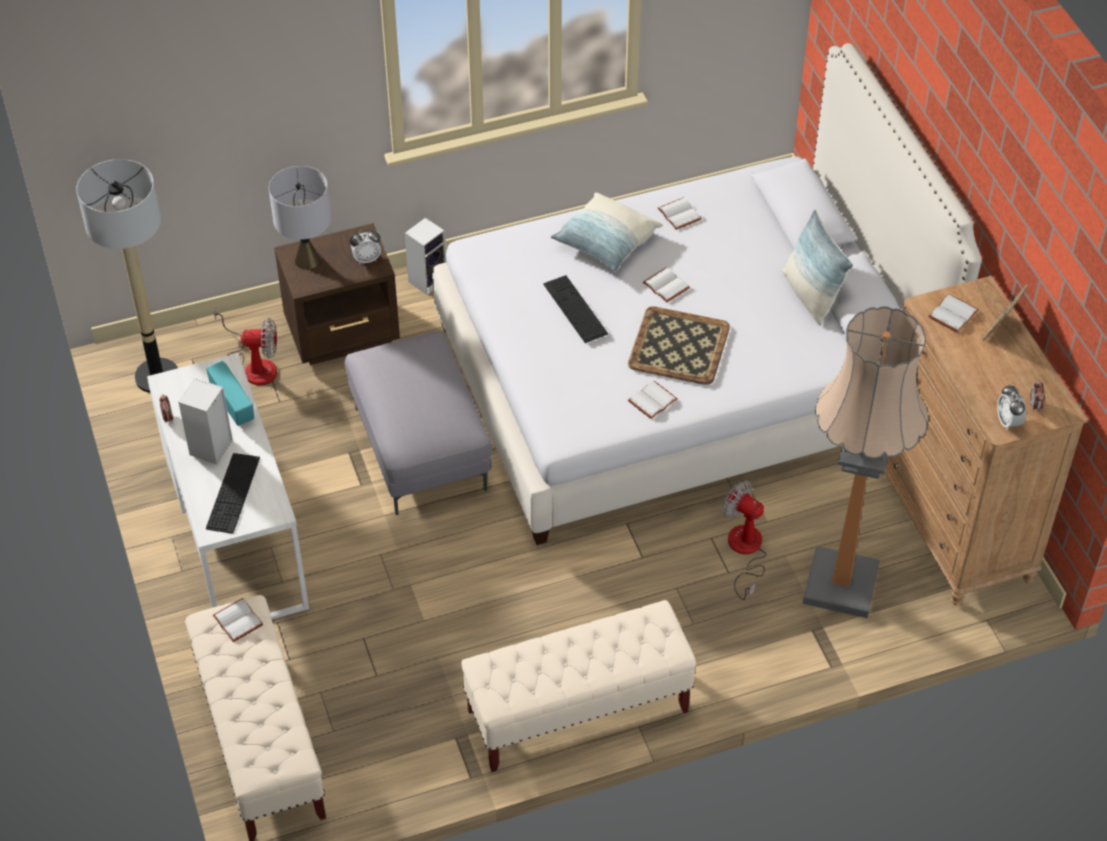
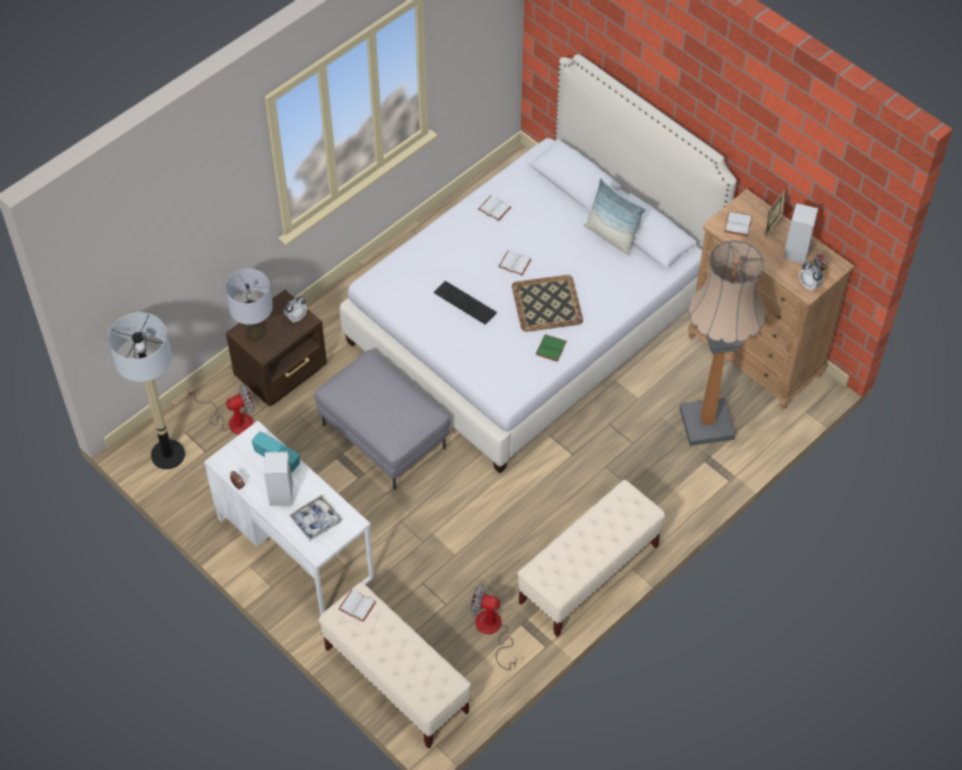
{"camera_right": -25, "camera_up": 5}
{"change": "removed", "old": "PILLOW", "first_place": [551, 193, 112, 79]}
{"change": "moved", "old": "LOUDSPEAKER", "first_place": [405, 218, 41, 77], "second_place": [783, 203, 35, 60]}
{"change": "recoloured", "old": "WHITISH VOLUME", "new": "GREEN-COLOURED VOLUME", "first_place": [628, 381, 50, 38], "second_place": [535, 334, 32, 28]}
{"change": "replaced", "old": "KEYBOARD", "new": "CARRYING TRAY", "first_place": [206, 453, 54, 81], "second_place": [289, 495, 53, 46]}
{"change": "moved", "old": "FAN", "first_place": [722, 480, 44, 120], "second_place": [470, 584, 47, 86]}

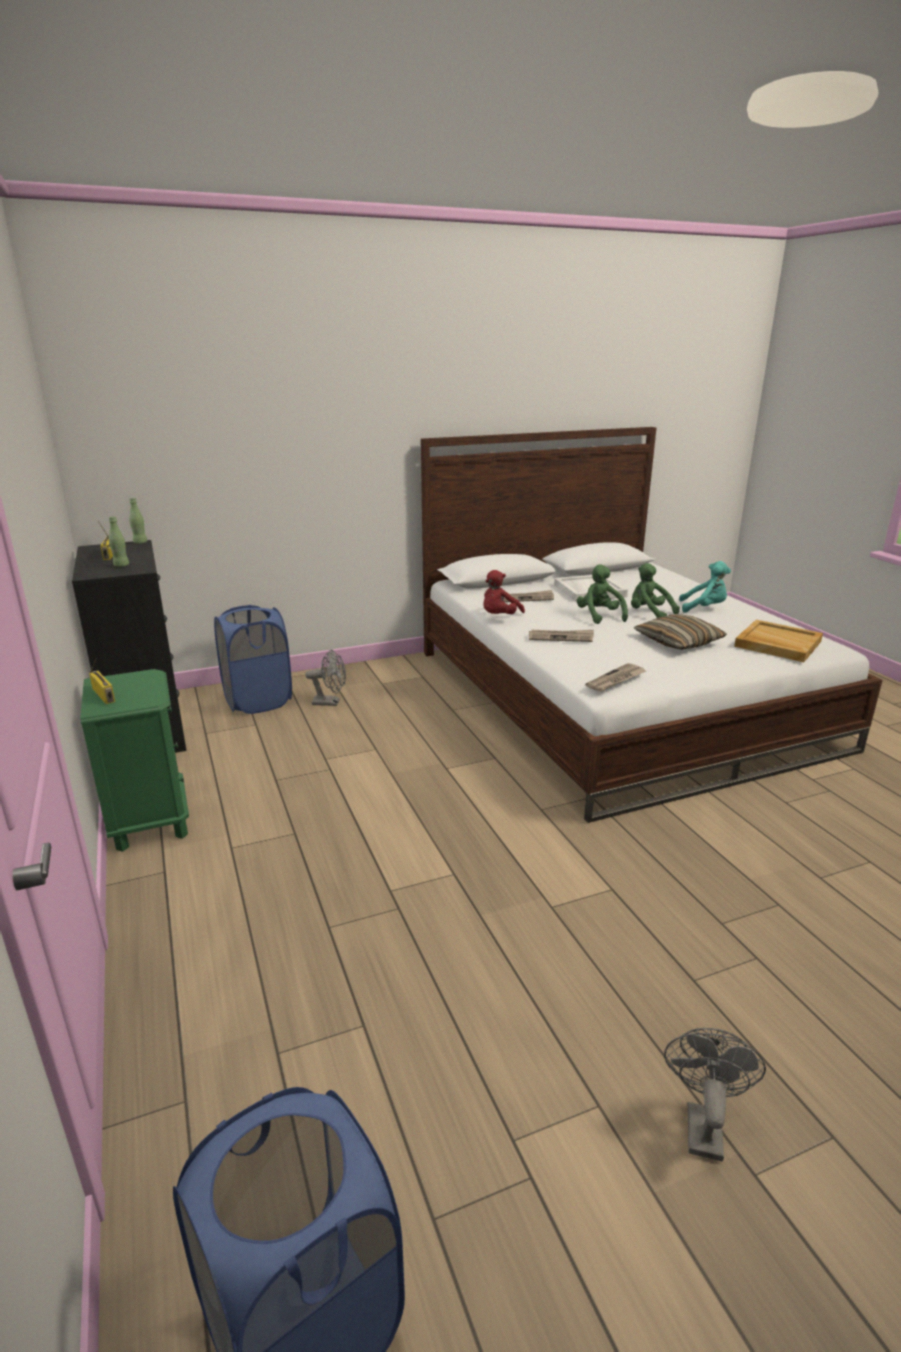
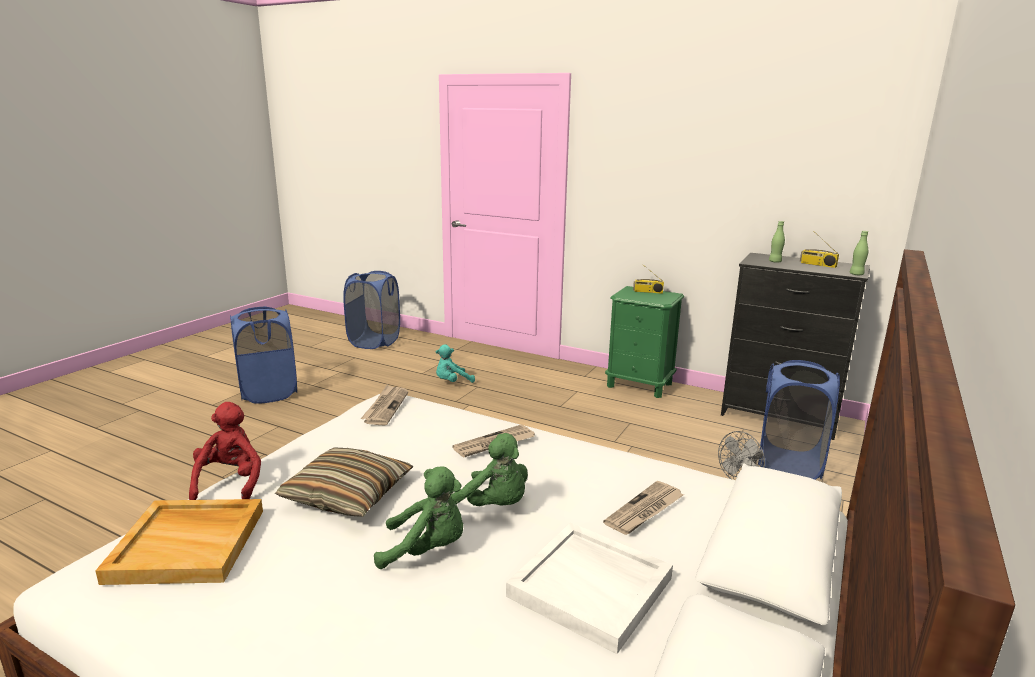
{"camera_right": 140, "camera_up": -5}
{"change": "moved", "old": "BLUE-GREEN SOFT TOY", "first_place": [679, 561, 52, 52], "second_place": [436, 344, 39, 39]}
{"change": "moved", "old": "RED-COLOURED SOFT TOY", "first_place": [483, 570, 42, 44], "second_place": [189, 402, 72, 98]}
{"change": "replaced", "old": "GREYISH FAN", "new": "BLUE-COLOURED WASHING BASKET", "first_place": [664, 1028, 102, 133], "second_place": [230, 306, 67, 98]}

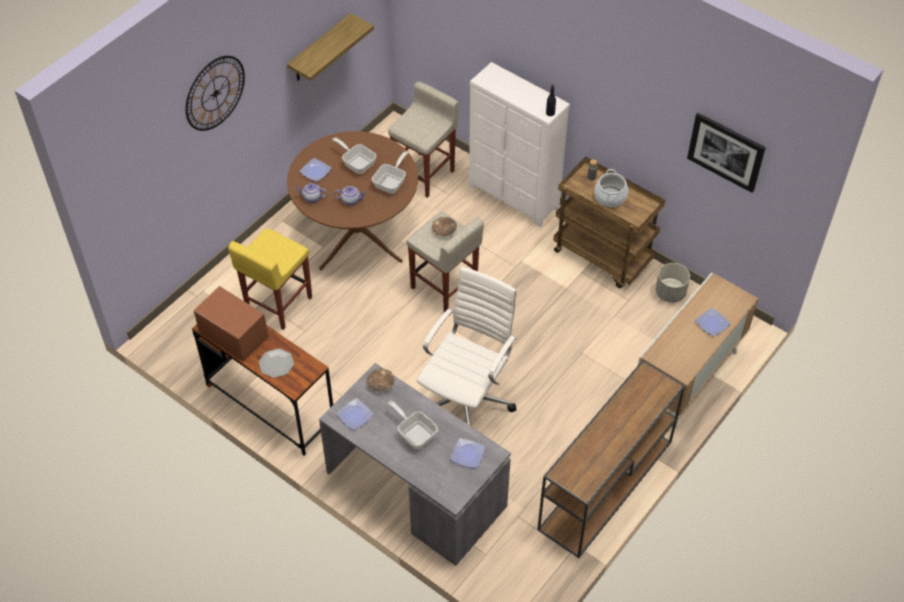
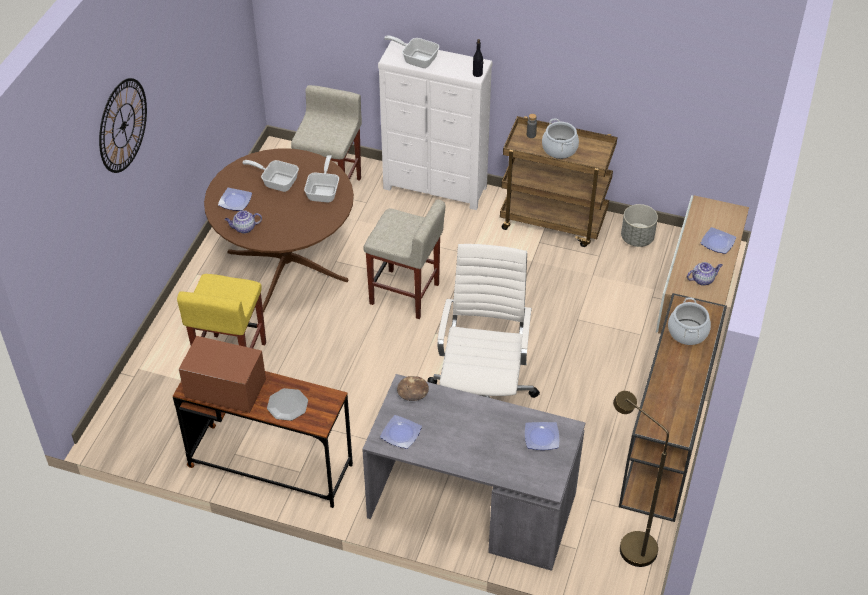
{"camera_right": -20, "camera_up": -5}
{"change": "removed", "old": "SHELF", "first_place": [287, 13, 87, 68]}
{"change": "removed", "old": "PICTURE", "first_place": [687, 113, 79, 80]}
{"change": "moved", "old": "TEA POT", "first_place": [334, 186, 32, 20], "second_place": [687, 262, 36, 24]}
{"change": "removed", "old": "BROWN-COLOURED SERVING BOWL", "first_place": [432, 217, 25, 19]}
{"change": "moved", "old": "PAN", "first_place": [388, 401, 50, 48], "second_place": [384, 35, 55, 33]}
{"change": "added", "new": "STOCKPOT", "second_place": [668, 297, 43, 48]}
{"change": "added", "new": "BROWN-COLOURED STANDING LAMP", "second_place": [613, 391, 56, 176]}

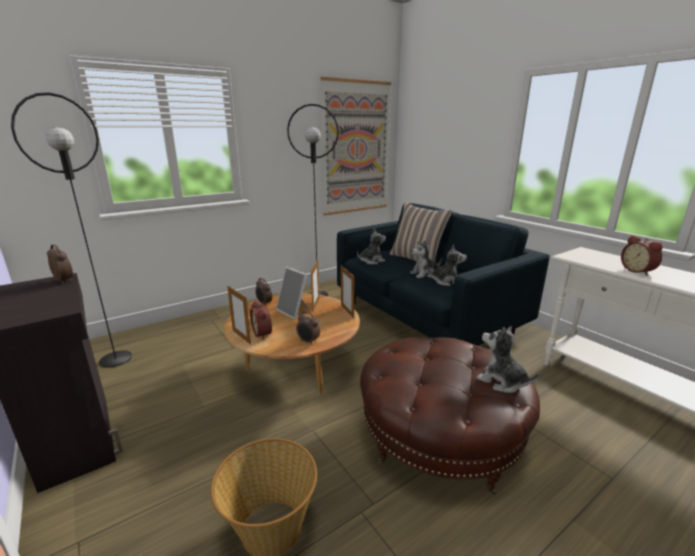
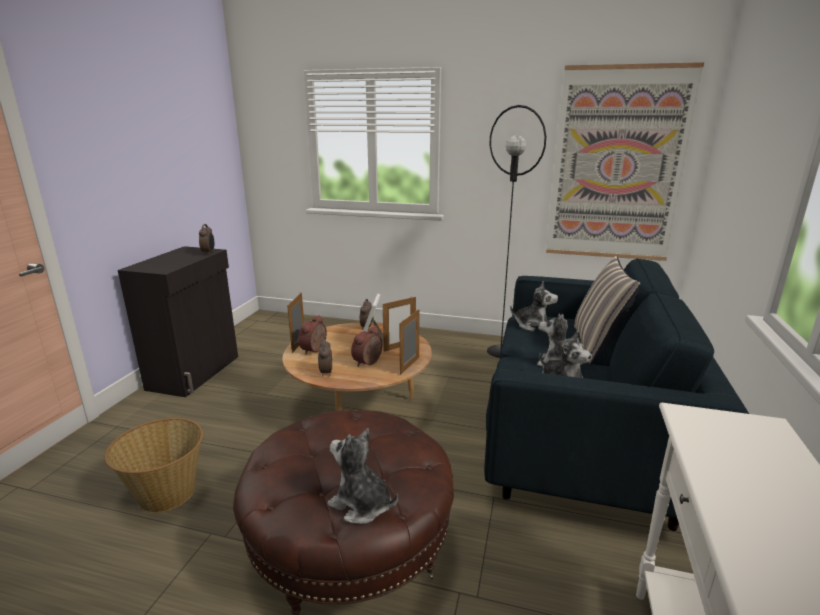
{"camera_right": 50, "camera_up": 0}
{"change": "removed", "old": "BLACKISH STANDING LAMP", "first_place": [11, 92, 121, 276]}
{"change": "moved", "old": "BEDSIDE CLOCK", "first_place": [621, 235, 42, 41], "second_place": [351, 326, 31, 40]}
{"change": "turned", "old": "SOFT TOY", "first_place": [476, 326, 64, 67], "second_place": [328, 428, 70, 96], "degrees": -60}

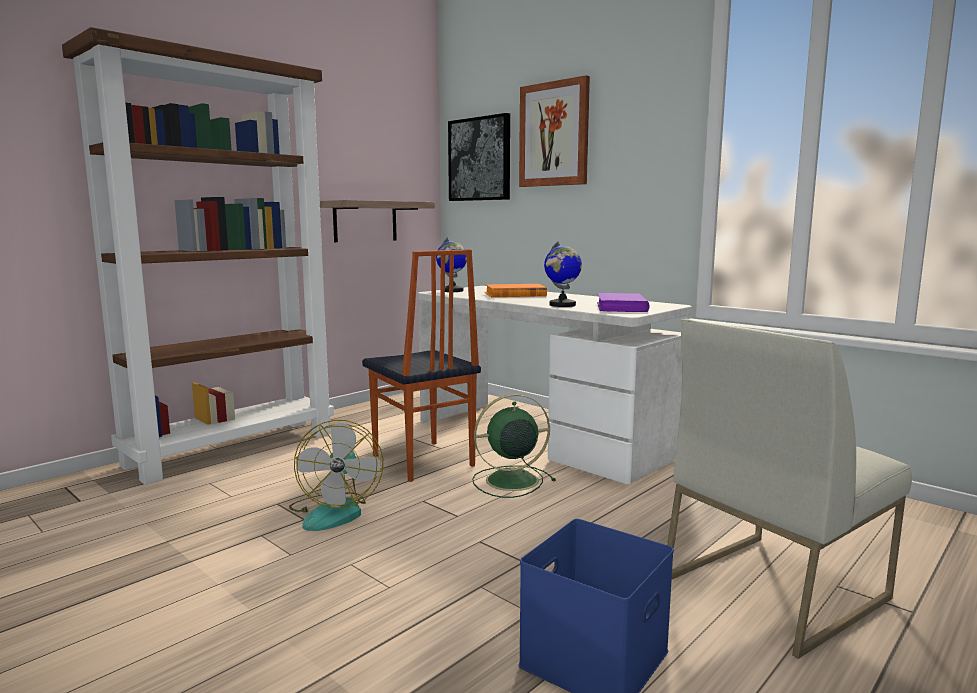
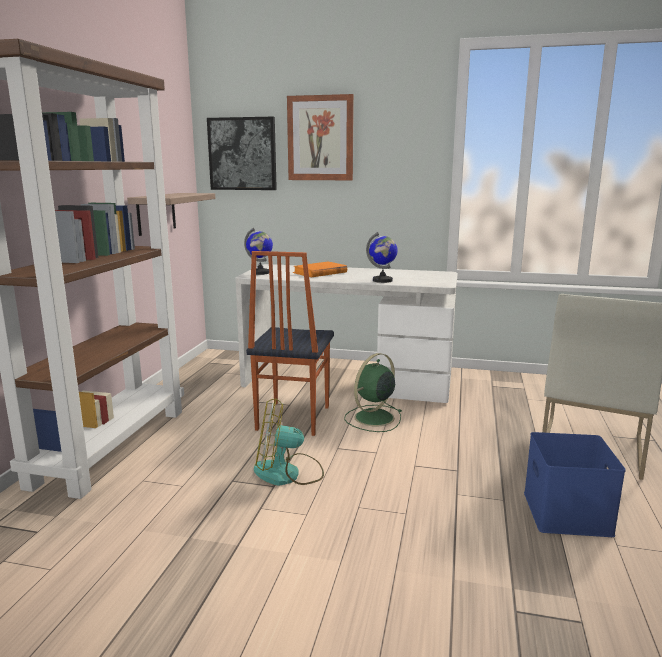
{"camera_right": -30, "camera_up": 5}
{"change": "turned", "old": "UPRIGHT CHAIR", "first_place": [362, 249, 119, 233], "second_place": [246, 251, 88, 185], "degrees": 75}
{"change": "removed", "old": "PURPLE-COLOURED VOLUME", "first_place": [597, 293, 53, 19]}
{"change": "turned", "old": "FAN", "first_place": [289, 420, 94, 111], "second_place": [254, 398, 70, 88], "degrees": 120}

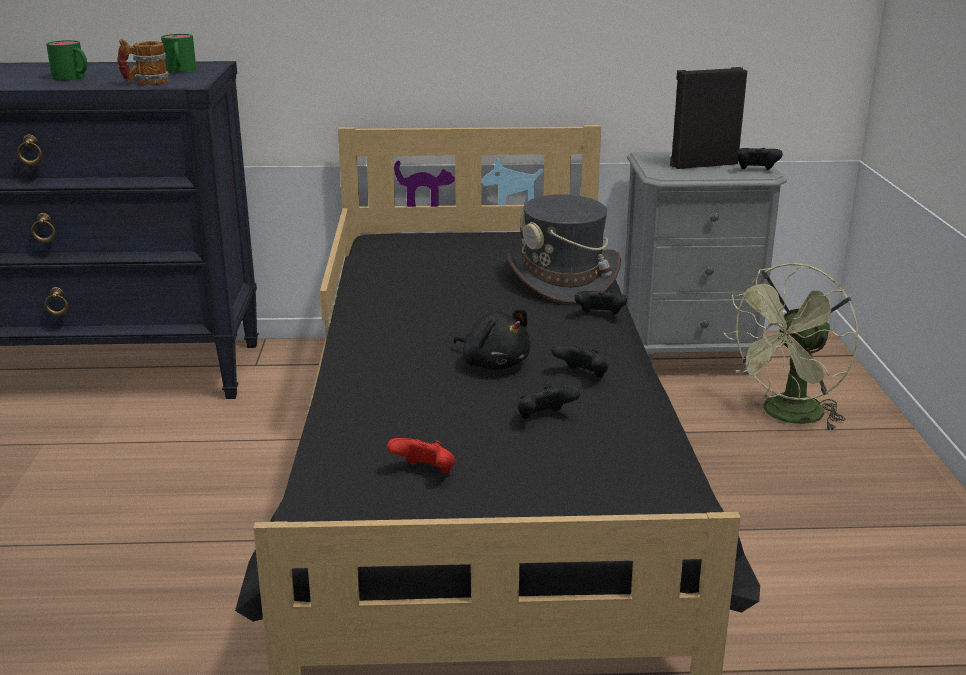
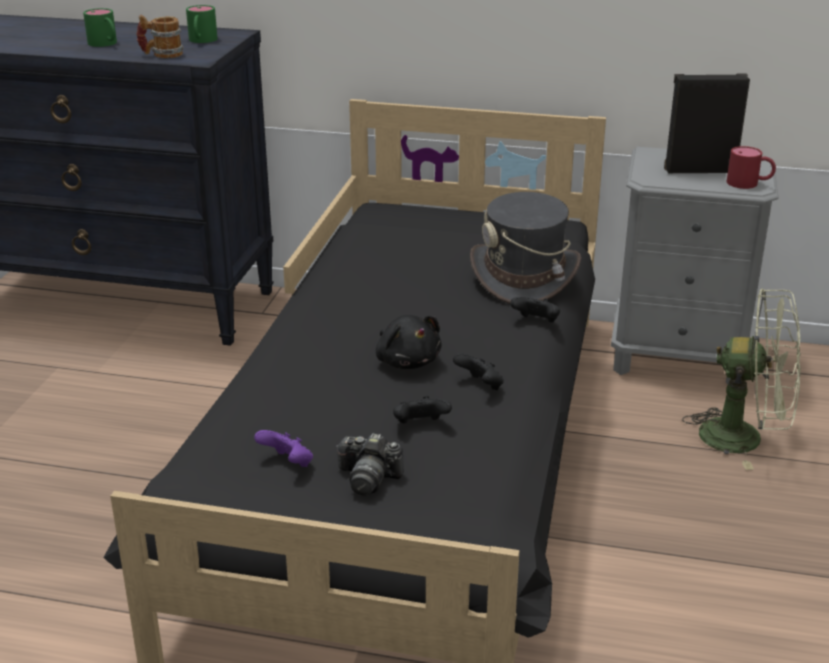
{"camera_right": 15, "camera_up": 5}
{"change": "replaced", "old": "BLACKISH GAME CONTROLLER", "new": "RED-COLOURED COFFEE MUG", "first_place": [736, 148, 47, 22], "second_place": [726, 146, 50, 43]}
{"change": "turned", "old": "GREEN-COLOURED FAN", "first_place": [723, 263, 136, 168], "second_place": [682, 289, 119, 181], "degrees": -135}
{"change": "recoloured", "old": "RED-COLOURED GAME CONTROLLER", "new": "PURPLE-COLOURED GAME CONTROLLER", "first_place": [387, 438, 68, 35], "second_place": [254, 430, 59, 37]}
{"change": "added", "new": "PHOTO CAMERA", "second_place": [336, 433, 68, 63]}

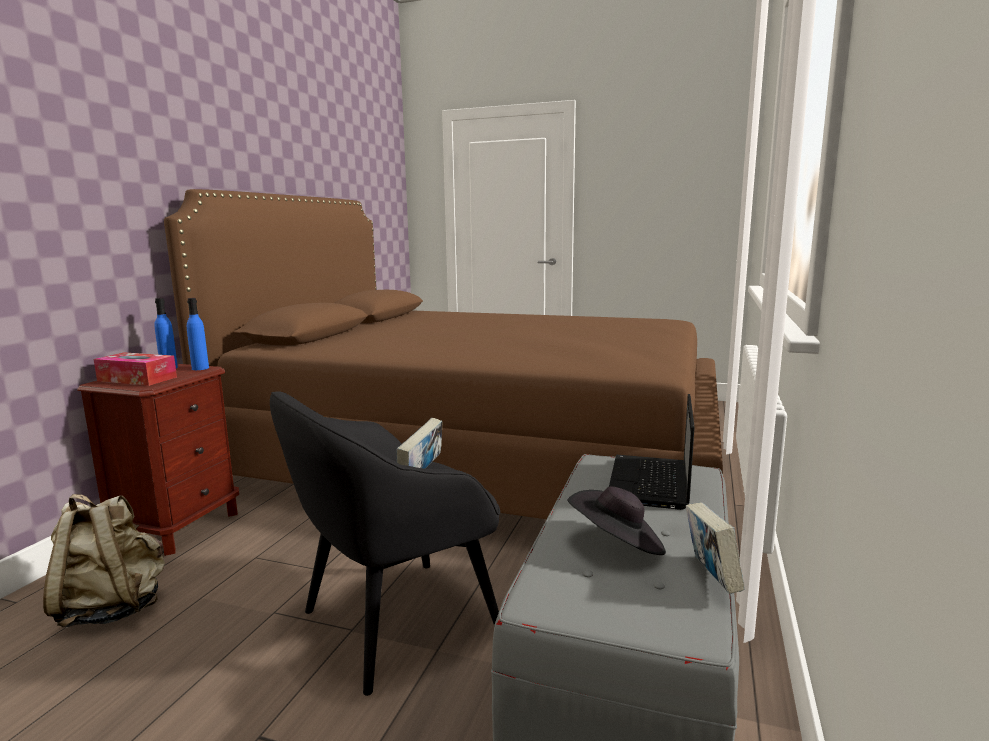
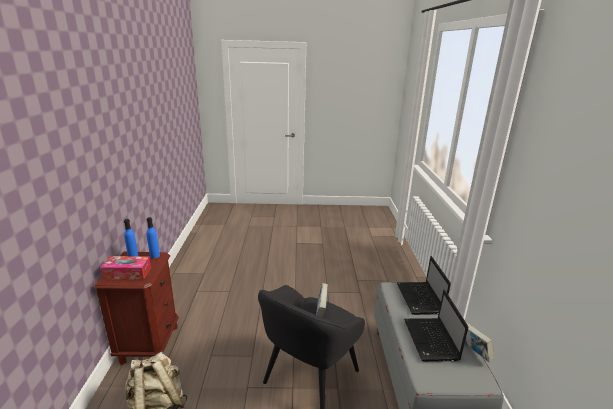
{"camera_right": -20, "camera_up": 10}
{"change": "removed", "old": "BROWN-COLOURED SLEEPING BED", "first_place": [164, 189, 559, 330]}
{"change": "replaced", "old": "BLACKISH WEARABLE HAT", "new": "LAPTOP", "first_place": [567, 486, 99, 69], "second_place": [404, 289, 64, 73]}

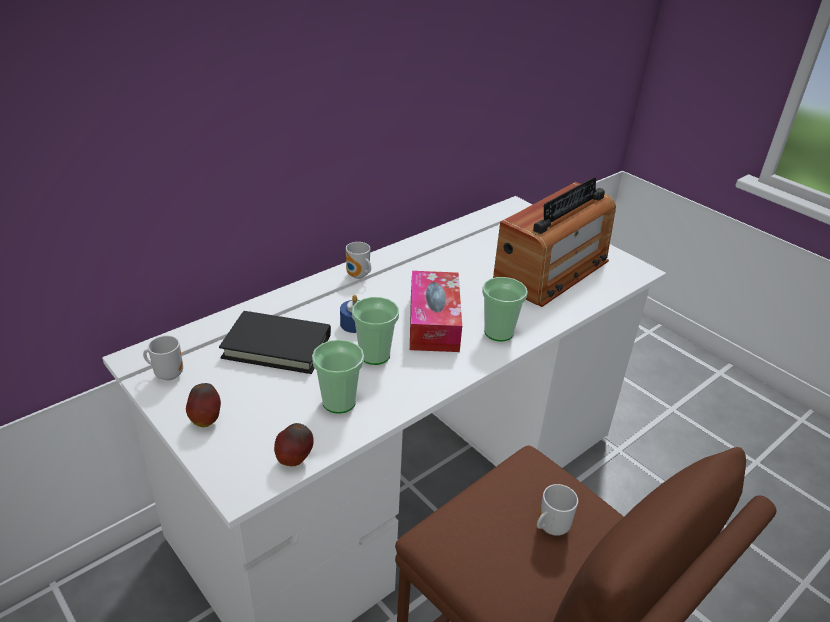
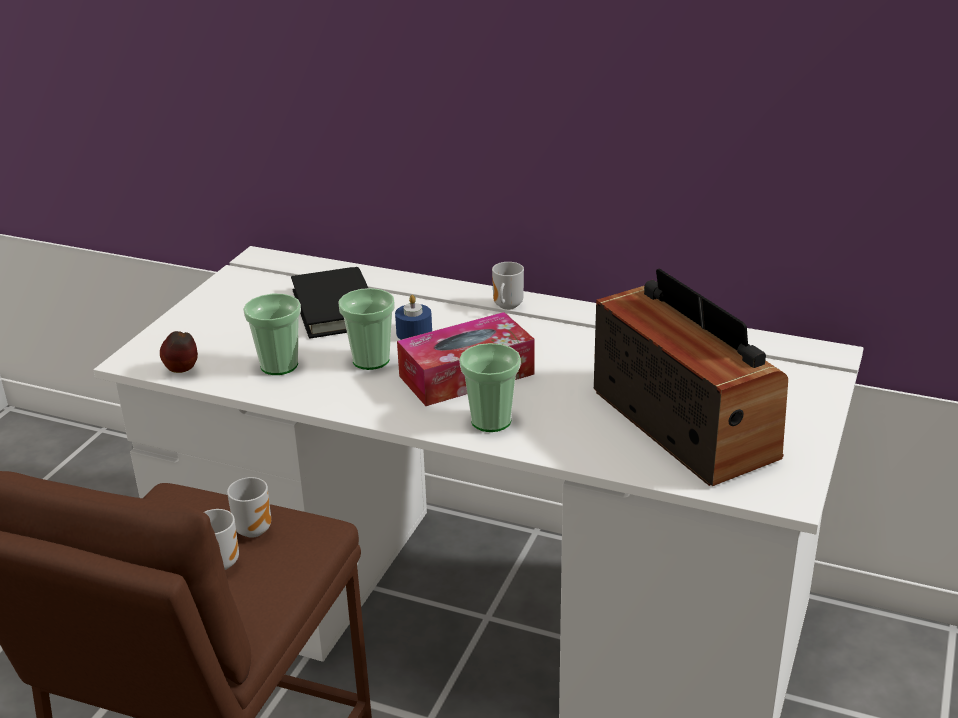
{"camera_right": 65, "camera_up": -5}
{"change": "turned", "old": "RADIO", "first_place": [493, 177, 123, 130], "second_place": [594, 269, 194, 217], "degrees": -135}
{"change": "moved", "old": "COFFEE MUG", "first_place": [143, 336, 40, 44], "second_place": [227, 477, 44, 61]}
{"change": "removed", "old": "APPLE FRUIT", "first_place": [186, 383, 35, 44]}

